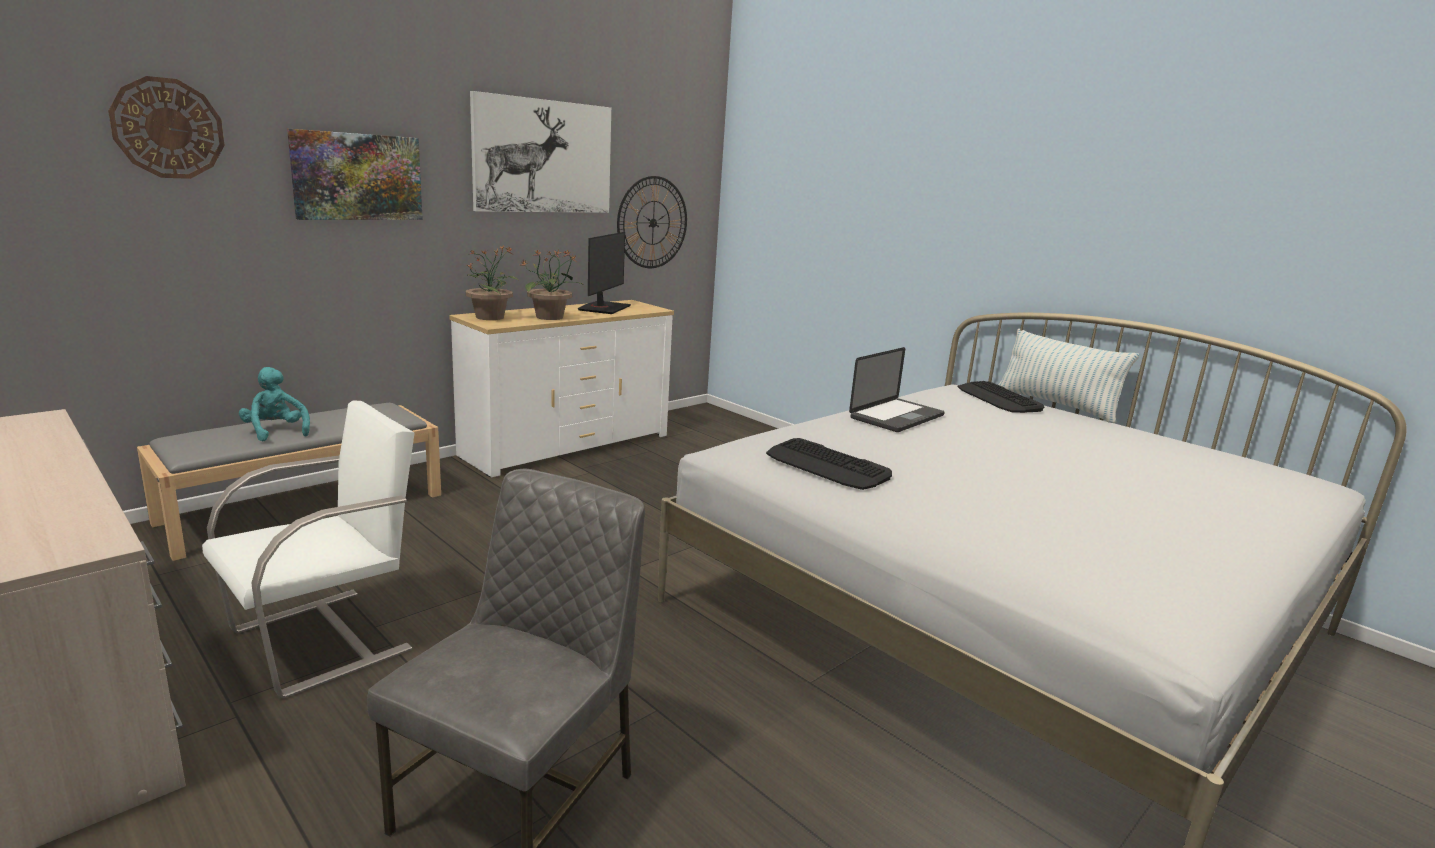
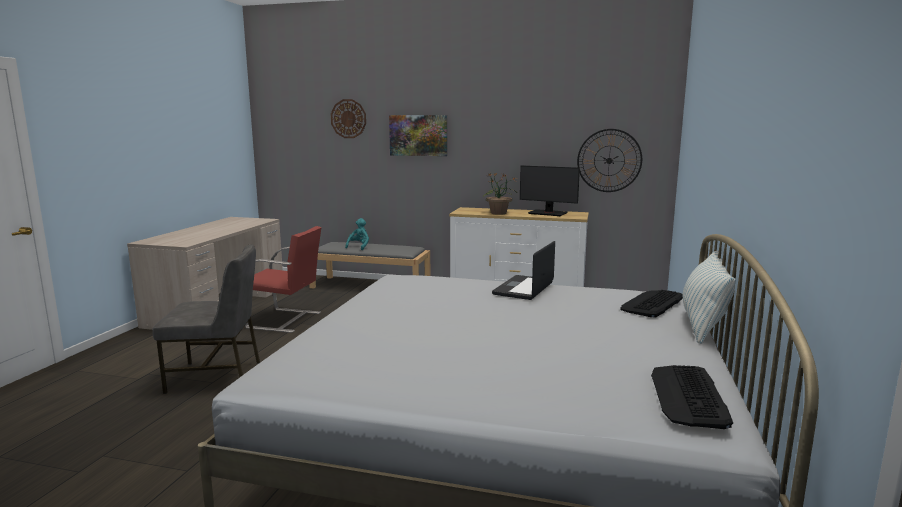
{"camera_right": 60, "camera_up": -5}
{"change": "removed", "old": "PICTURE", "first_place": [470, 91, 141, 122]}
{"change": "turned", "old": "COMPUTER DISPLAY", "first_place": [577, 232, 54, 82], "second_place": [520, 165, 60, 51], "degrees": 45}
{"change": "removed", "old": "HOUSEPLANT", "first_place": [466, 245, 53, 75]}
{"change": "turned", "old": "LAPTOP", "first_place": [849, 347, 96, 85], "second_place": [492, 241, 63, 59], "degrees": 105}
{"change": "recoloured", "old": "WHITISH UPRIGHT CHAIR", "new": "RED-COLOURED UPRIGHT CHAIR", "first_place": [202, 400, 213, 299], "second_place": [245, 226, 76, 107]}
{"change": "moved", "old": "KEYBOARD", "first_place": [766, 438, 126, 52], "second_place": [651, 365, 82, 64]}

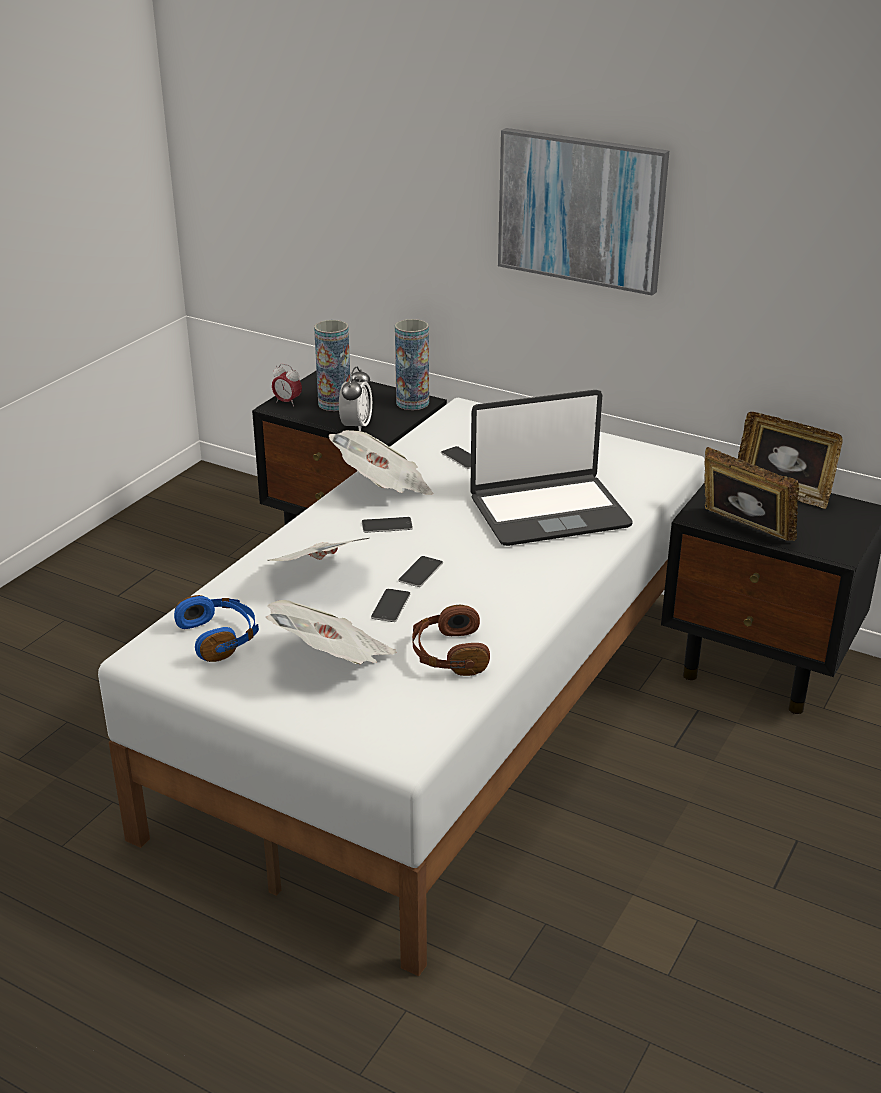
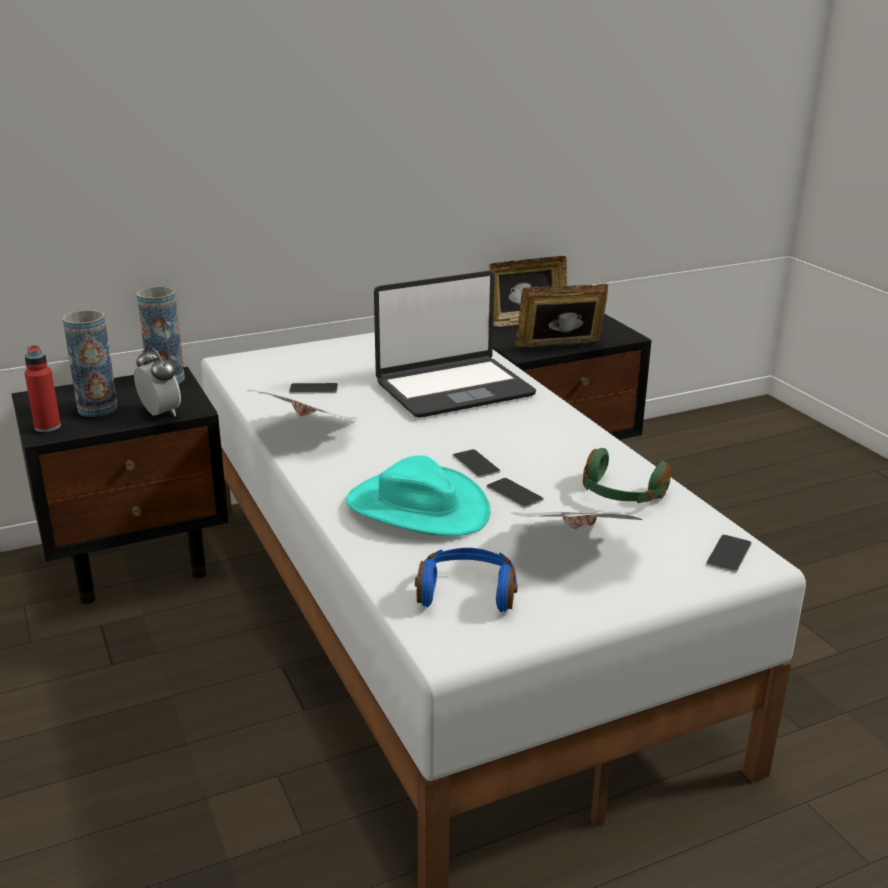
{"camera_right": -55, "camera_up": -5}
{"change": "removed", "old": "PICTURE", "first_place": [498, 128, 171, 168]}
{"change": "replaced", "old": "BEDSIDE CLOCK", "new": "RED-COLOURED BEVERAGE BOTTLE", "first_place": [272, 364, 30, 43], "second_place": [25, 345, 36, 87]}
{"change": "turned", "old": "LAPTOP", "first_place": [470, 390, 162, 156], "second_place": [374, 271, 162, 147], "degrees": 45}
{"change": "moved", "old": "PHONE", "first_place": [362, 517, 51, 16], "second_place": [706, 535, 46, 38]}
{"change": "replaced", "old": "NEWSPAPER", "new": "BLUE-GREEN WEARABLE HAT", "first_place": [267, 538, 103, 23], "second_place": [346, 455, 144, 81]}
{"change": "recoloured", "old": "BROWN-COLOURED HEADSET", "new": "GREEN-COLOURED HEADSET", "first_place": [412, 605, 78, 71], "second_place": [583, 448, 88, 55]}

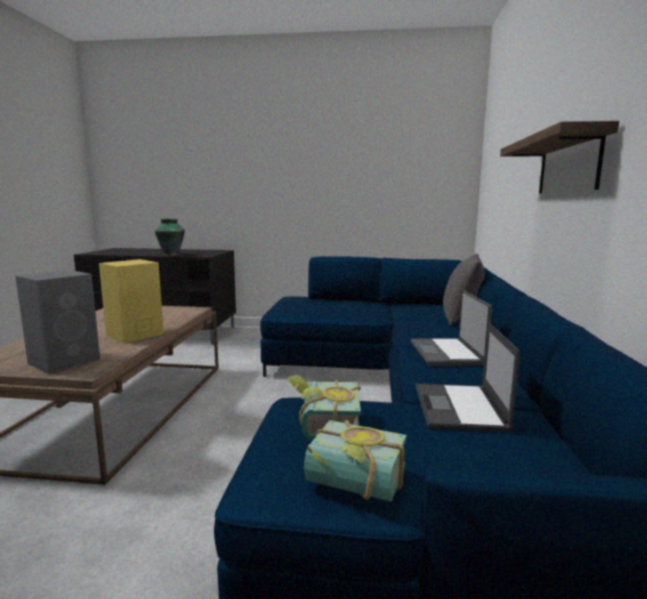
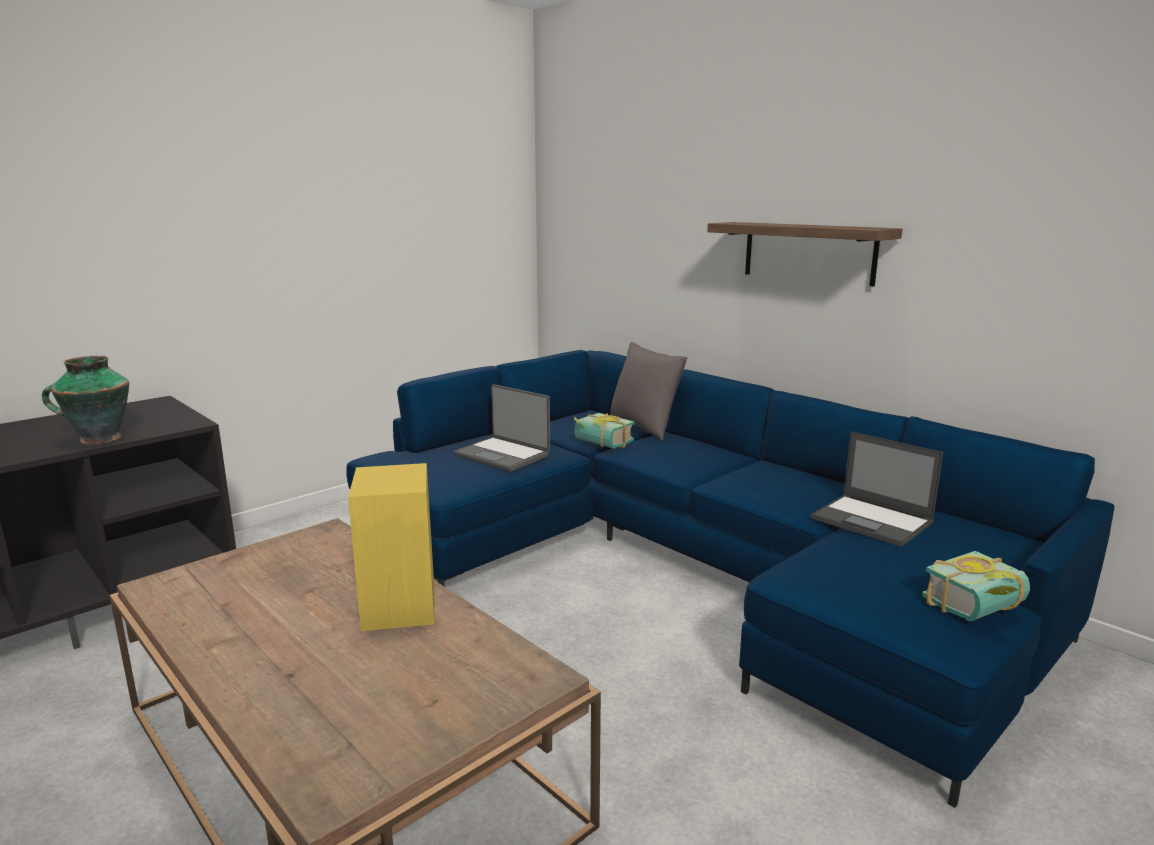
{"camera_right": -50, "camera_up": 5}
{"change": "removed", "old": "GREYISH LOUDSPEAKER", "first_place": [15, 270, 85, 104]}
{"change": "moved", "old": "LAPTOP", "first_place": [410, 291, 82, 75], "second_place": [454, 384, 96, 88]}
{"change": "moved", "old": "VOLUME", "first_place": [287, 374, 74, 66], "second_place": [574, 413, 60, 36]}

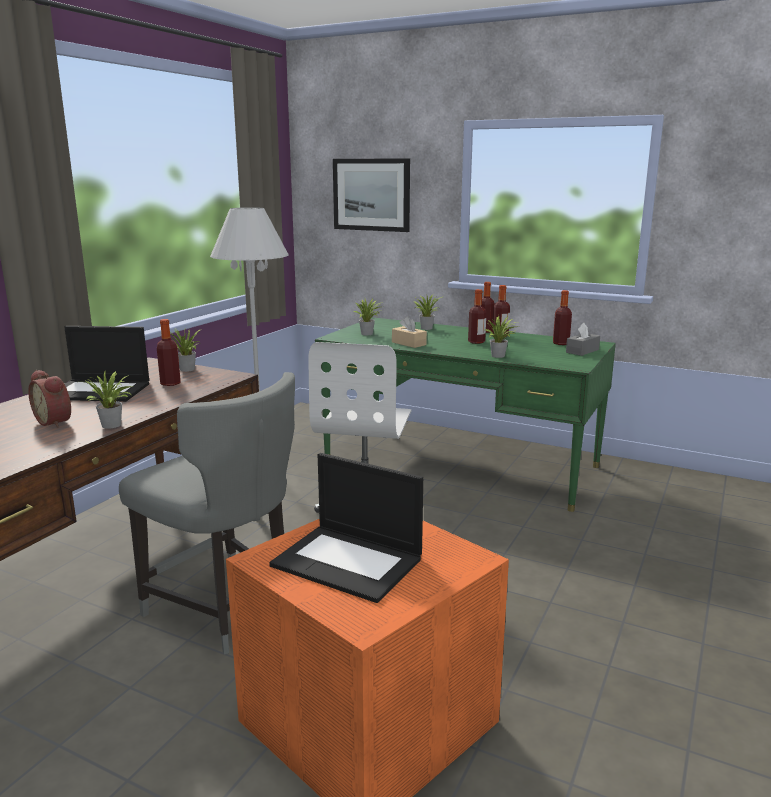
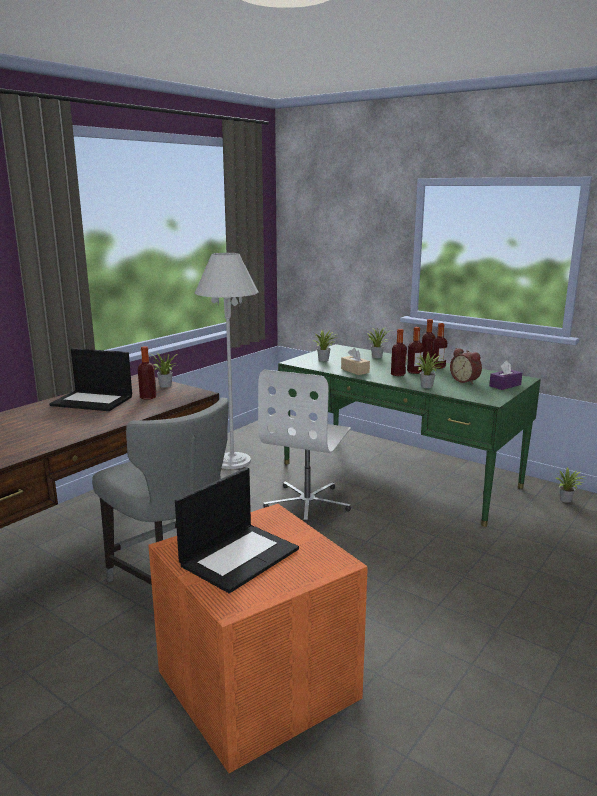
{"camera_right": 10, "camera_up": 0}
{"change": "removed", "old": "PICTURE", "first_place": [333, 158, 77, 74]}
{"change": "moved", "old": "BEVERAGE BOTTLE", "first_place": [553, 290, 19, 55], "second_place": [391, 329, 16, 47]}
{"change": "recoloured", "old": "GREYISH BOX OF TISSUES", "new": "PURPLE-COLOURED BOX OF TISSUES", "first_place": [566, 323, 34, 33], "second_place": [489, 361, 33, 29]}
{"change": "moved", "old": "BEDSIDE CLOCK", "first_place": [28, 370, 43, 58], "second_place": [450, 348, 32, 36]}
{"change": "moved", "old": "HOUSEPLANT", "first_place": [85, 371, 49, 58], "second_place": [556, 467, 27, 36]}
{"change": "turned", "old": "LAPTOP", "first_place": [269, 453, 154, 150], "second_place": [175, 467, 124, 126], "degrees": -90}

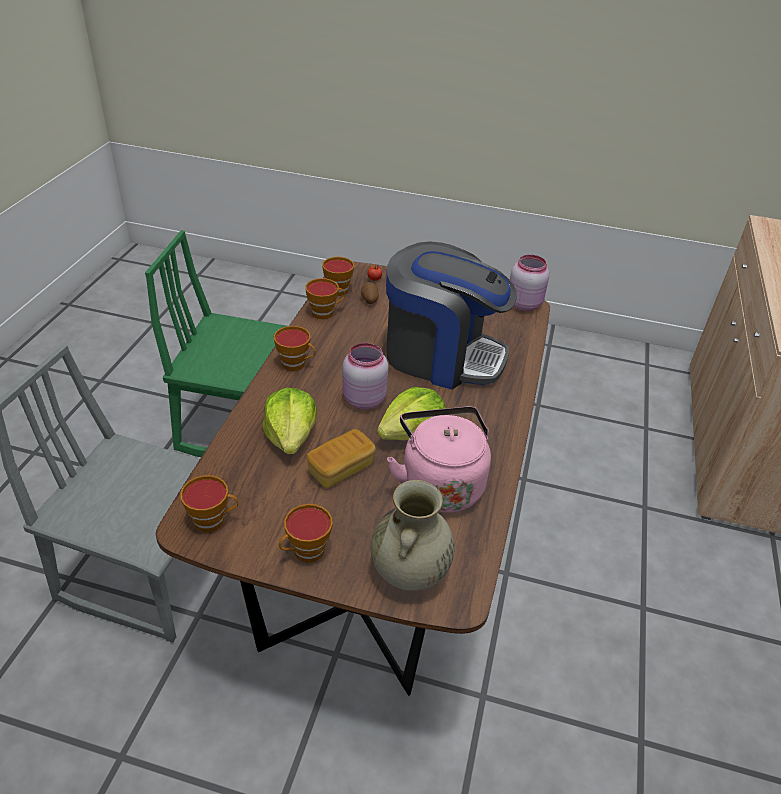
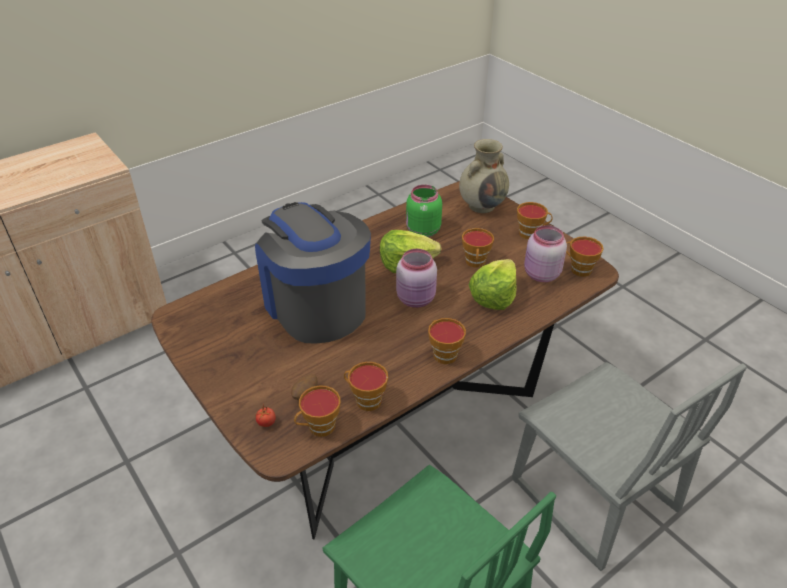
{"camera_right": -140, "camera_up": 0}
{"change": "moved", "old": "PINK-COLOURED JAR", "first_place": [510, 255, 39, 56], "second_place": [524, 225, 43, 57]}
{"change": "replaced", "old": "PINK-COLOURED TEA KETTLE", "new": "GREEN-COLOURED JAR", "first_place": [387, 406, 104, 107], "second_place": [406, 185, 36, 52]}
{"change": "replaced", "old": "BAKED BREAD", "new": "SMALL CUP", "first_place": [307, 429, 69, 60], "second_place": [462, 228, 32, 40]}

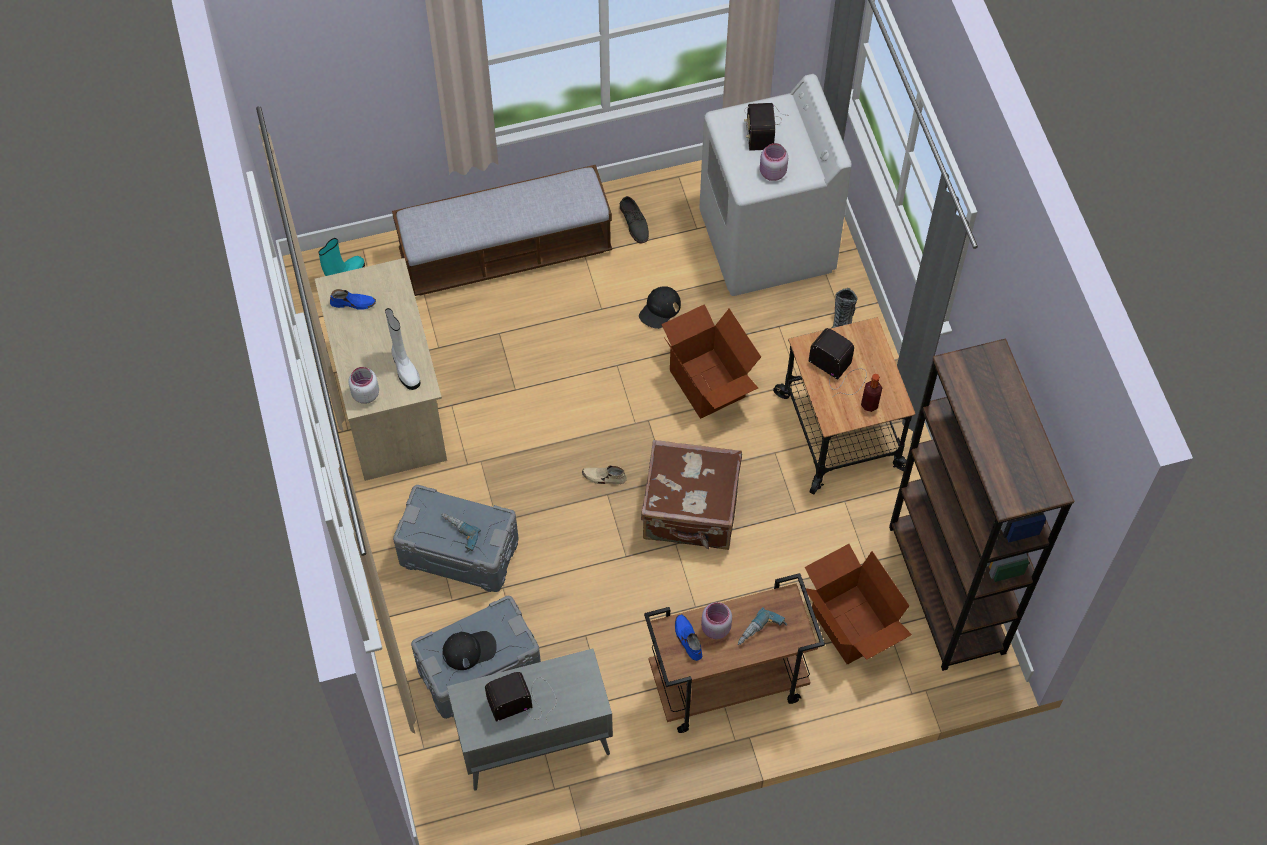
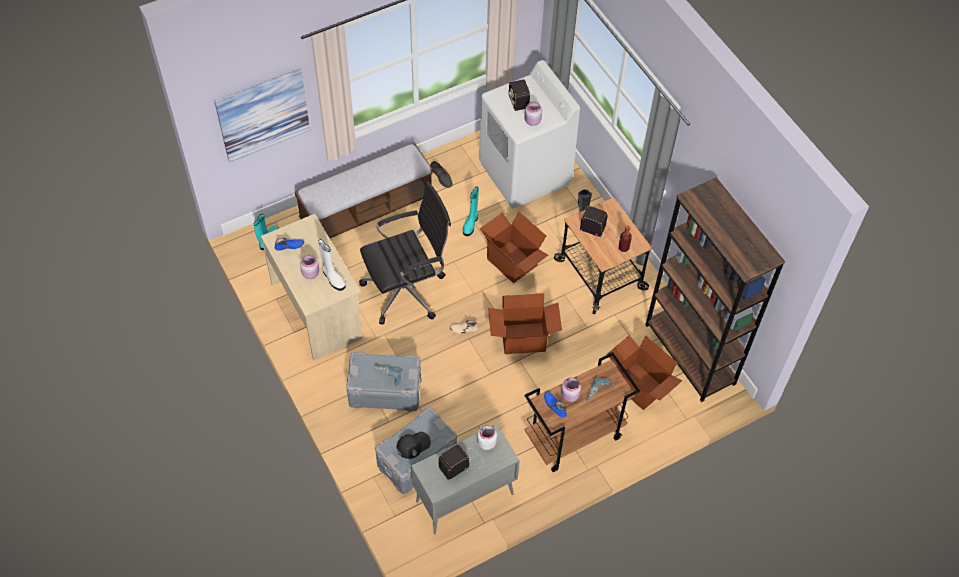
{"camera_right": -15, "camera_up": -5}
{"change": "replaced", "old": "BLACKISH BASEBALL CAP", "new": "BLUE-GREEN TALL BOOT", "first_place": [639, 286, 42, 43], "second_place": [463, 186, 16, 50]}
{"change": "moved", "old": "WHITISH JAR", "first_place": [348, 367, 31, 37], "second_place": [477, 425, 20, 25]}
{"change": "replaced", "old": "BROWN-COLOURED PIECE OF LUGGAGE", "new": "CARTON", "first_place": [641, 440, 101, 110], "second_place": [488, 293, 74, 61]}
{"change": "added", "new": "PICTURE", "second_place": [214, 69, 96, 93]}
{"change": "added", "new": "BLACKISH DESK CHAIR", "second_place": [359, 181, 92, 144]}
{"change": "added", "new": "PINK-COLOURED JAR", "second_place": [300, 255, 19, 24]}

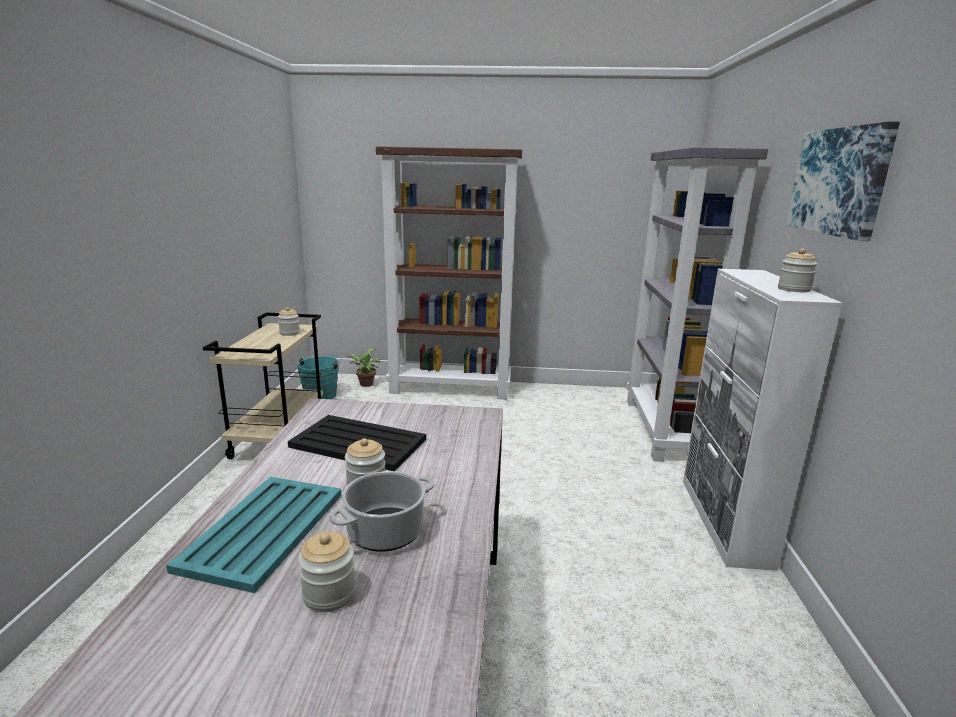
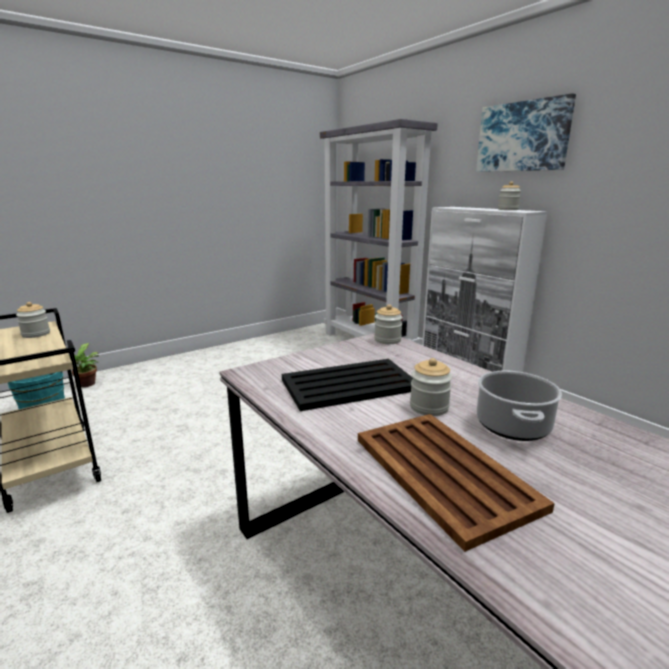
{"camera_right": -40, "camera_up": 0}
{"change": "removed", "old": "BROWN-COLOURED BOOKCASE", "first_place": [376, 146, 146, 253]}
{"change": "recoloured", "old": "BLUE-GREEN CARRYING TRAY", "new": "BROWN-COLOURED CARRYING TRAY", "first_place": [166, 477, 175, 116], "second_place": [358, 414, 197, 138]}
{"change": "moved", "old": "JAR", "first_place": [298, 532, 58, 80], "second_place": [374, 304, 29, 40]}

